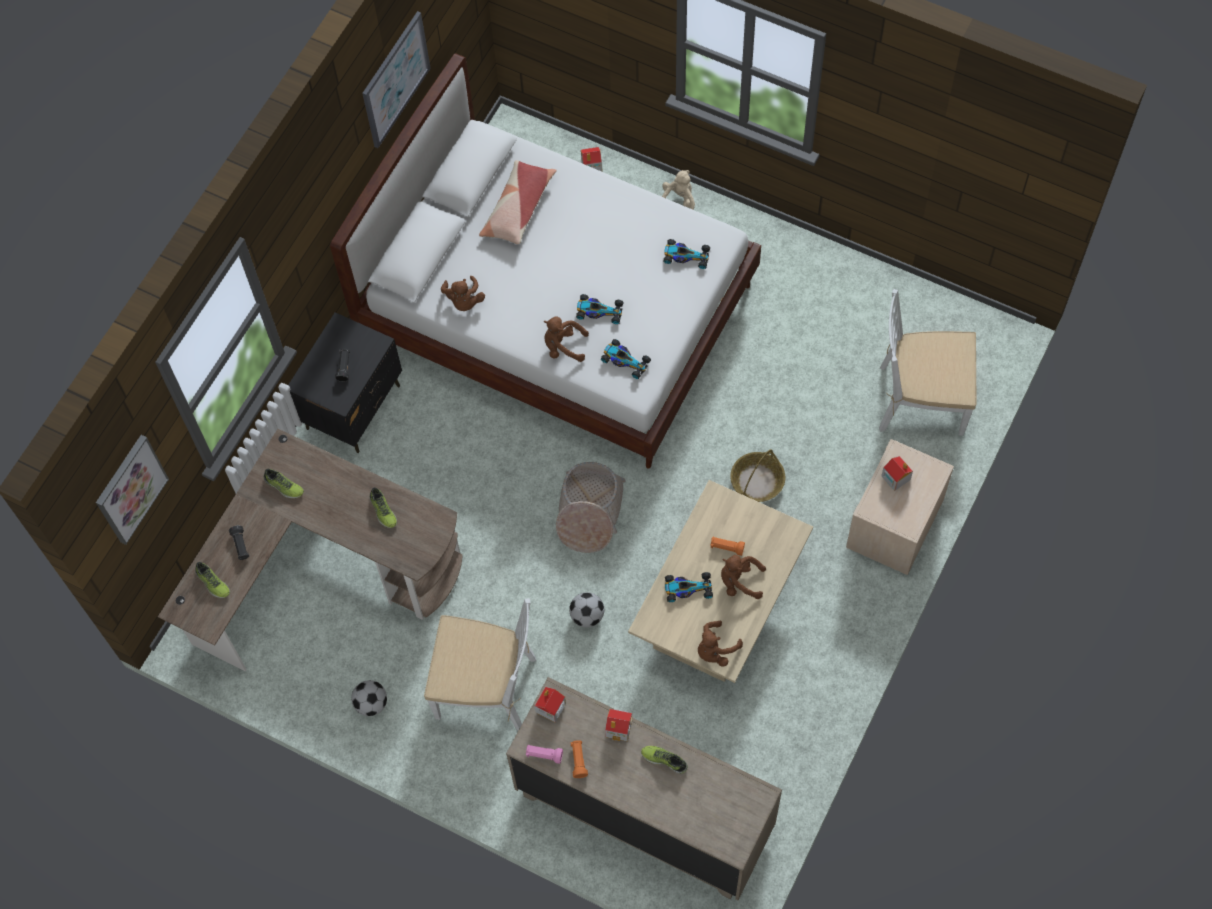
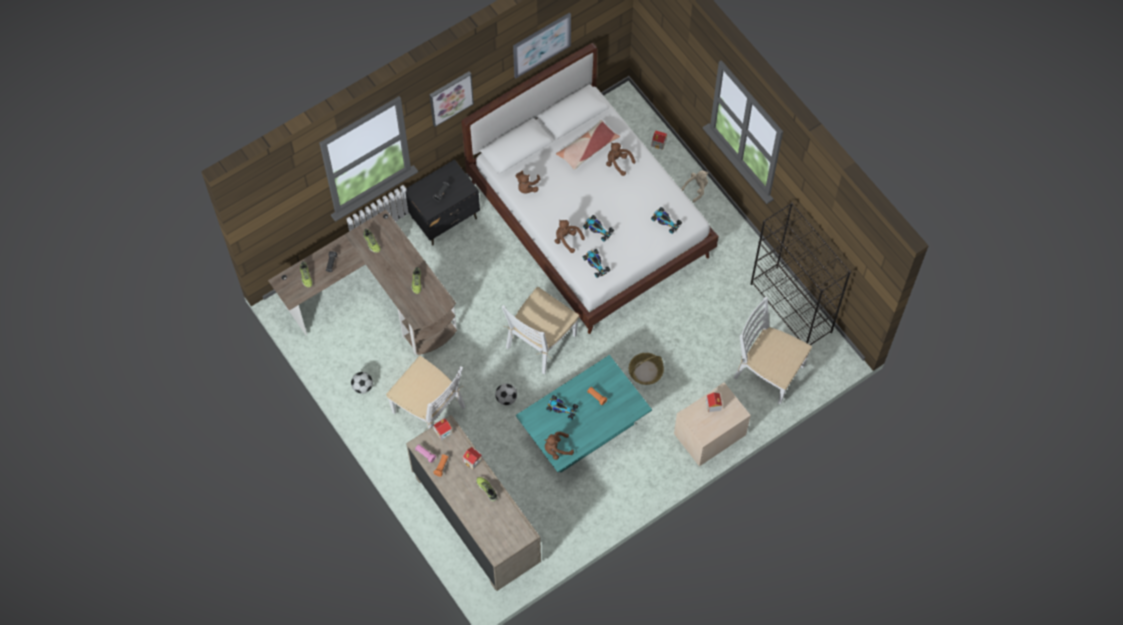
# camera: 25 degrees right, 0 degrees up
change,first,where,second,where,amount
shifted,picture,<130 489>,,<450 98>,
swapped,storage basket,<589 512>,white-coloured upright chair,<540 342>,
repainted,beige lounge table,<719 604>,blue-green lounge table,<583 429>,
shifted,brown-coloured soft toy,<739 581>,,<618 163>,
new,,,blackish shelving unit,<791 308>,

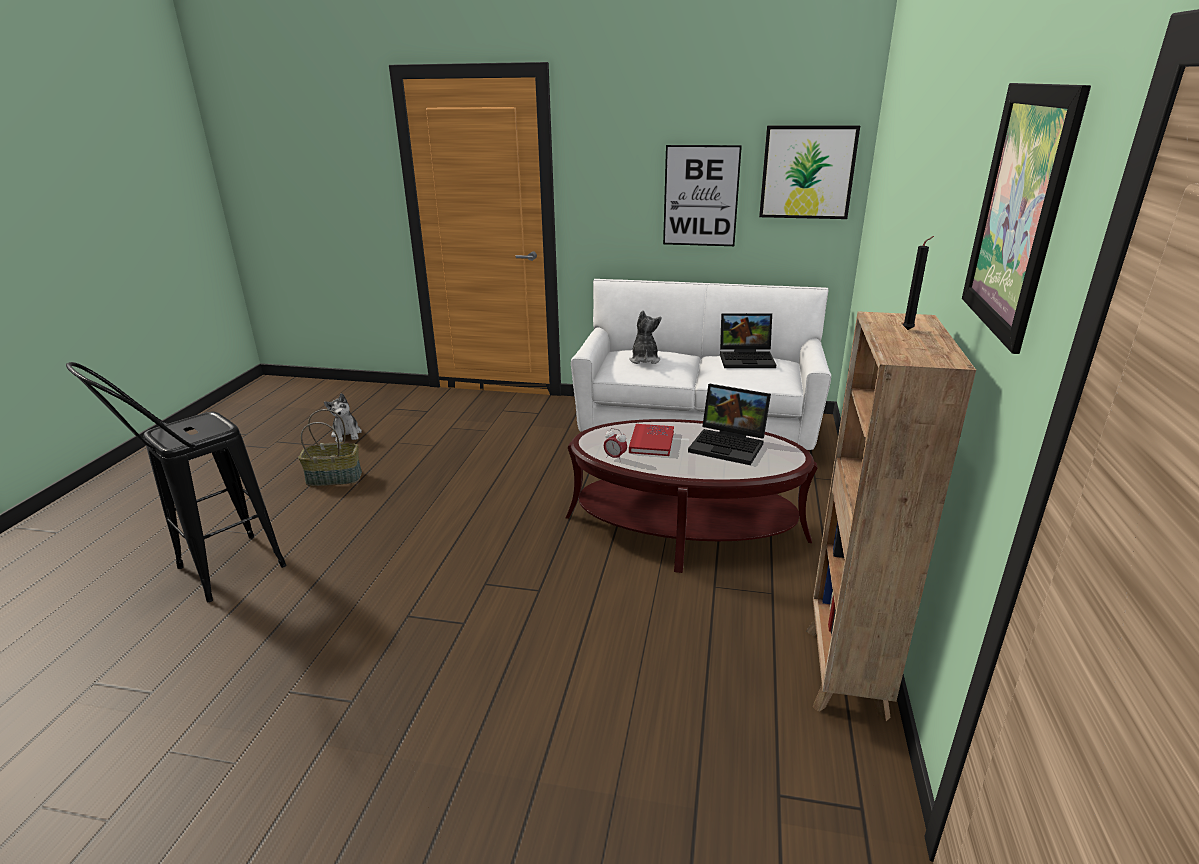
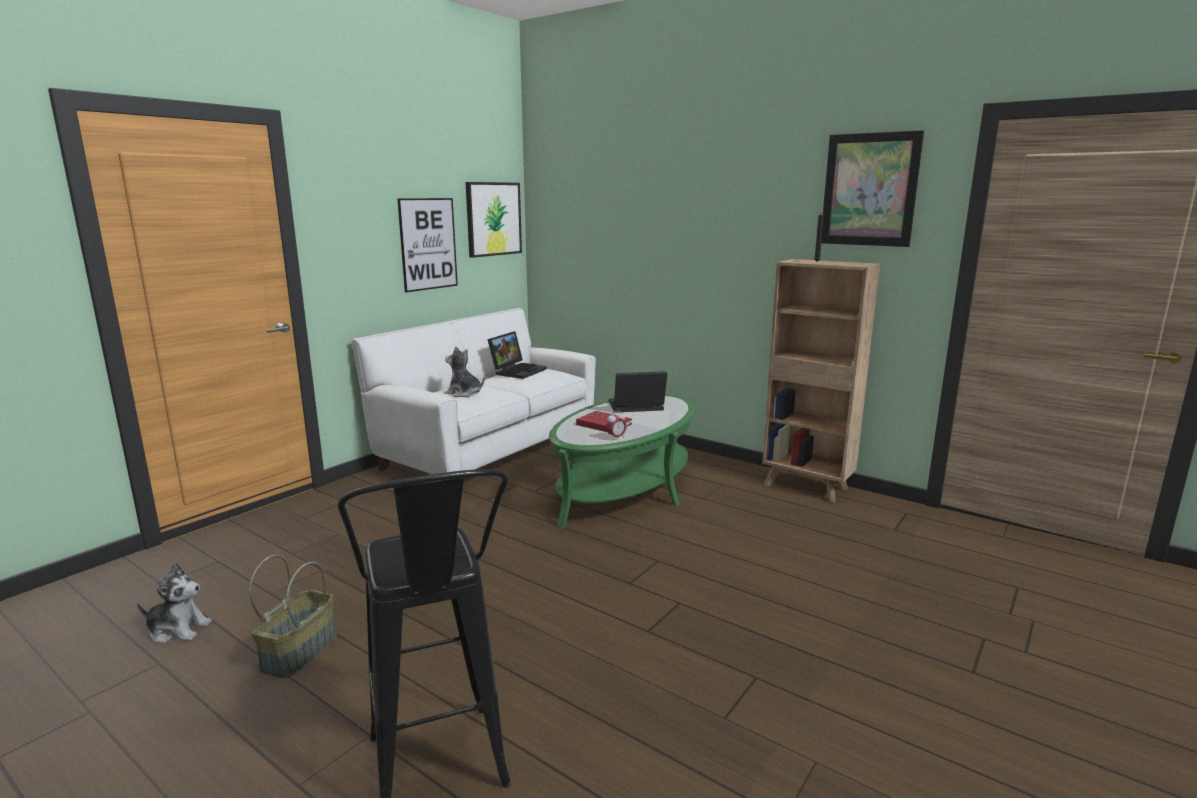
# camera: 65 degrees left, 10 degrees down
change,first,where,second,where,amount
repainted,brown-coloured lounge table,<685 528>,greenish lounge table,<624 489>,
rotated,notebook computer,<730 445>,,<635 407>,150 degrees counterclockwise

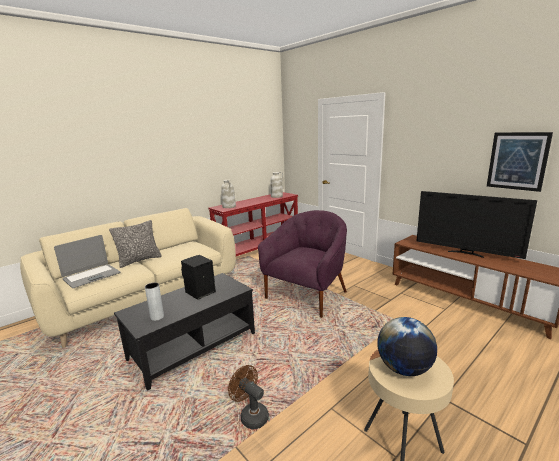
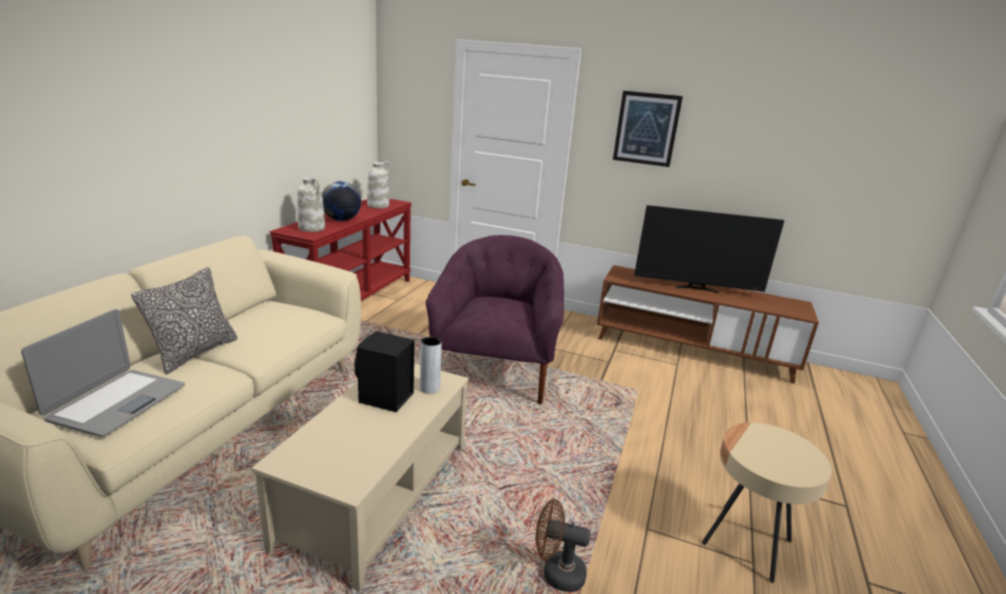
# camera: 30 degrees left, 5 degrees up
change,first,where,second,where,amount
repainted,blackish lounge table,<192 345>,beige lounge table,<375 493>,
shifted,desk globe,<404 369>,,<341 220>,
shifted,grey flower vase,<157 317>,,<429 388>,
shifted,picture,<517 161>,,<646 128>,

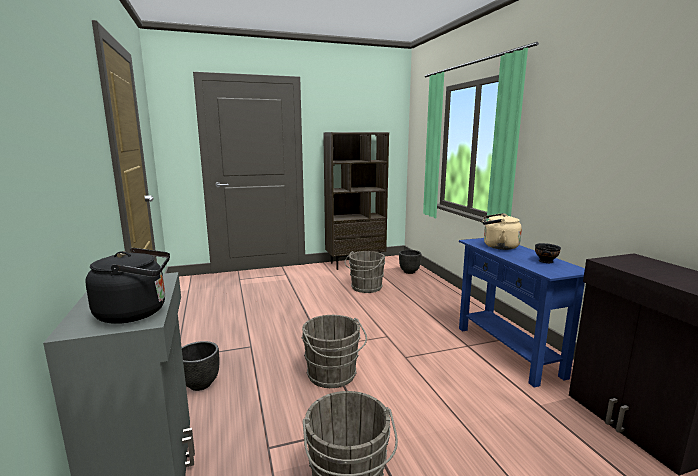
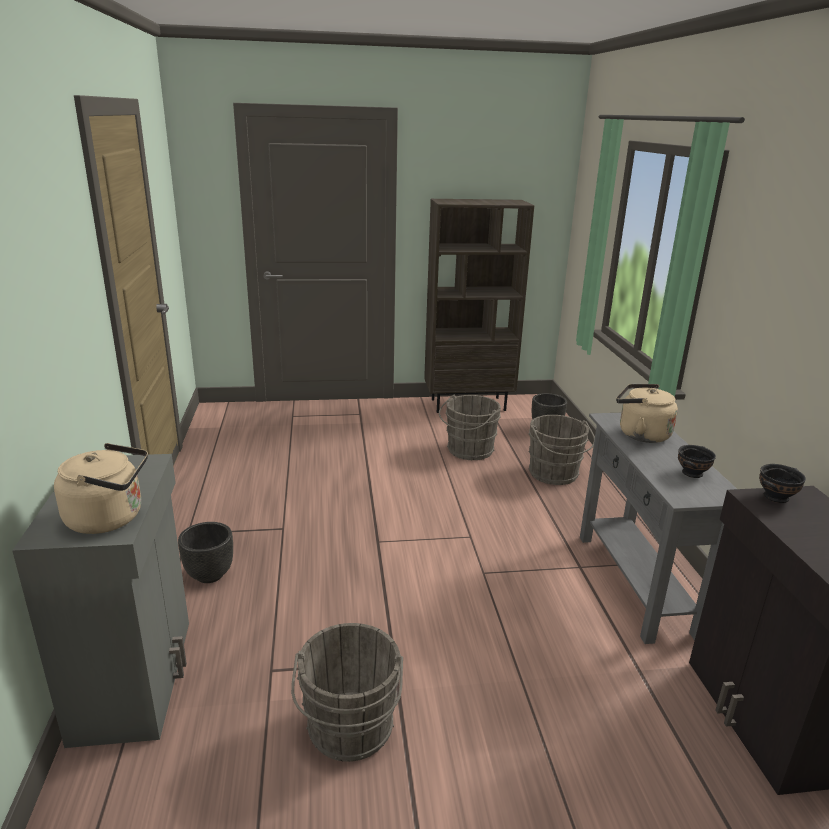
# camera: 10 degrees right, 10 degrees up
change,first,where,second,where,amount
repainted,blackish water kettle,<137 312>,beige water kettle,<110 518>,
shifted,grey pail,<333 376>,,<555 475>,
repainted,blue console table,<507 351>,grey console table,<635 583>,
new,,,blackish deep dish,<775 497>,

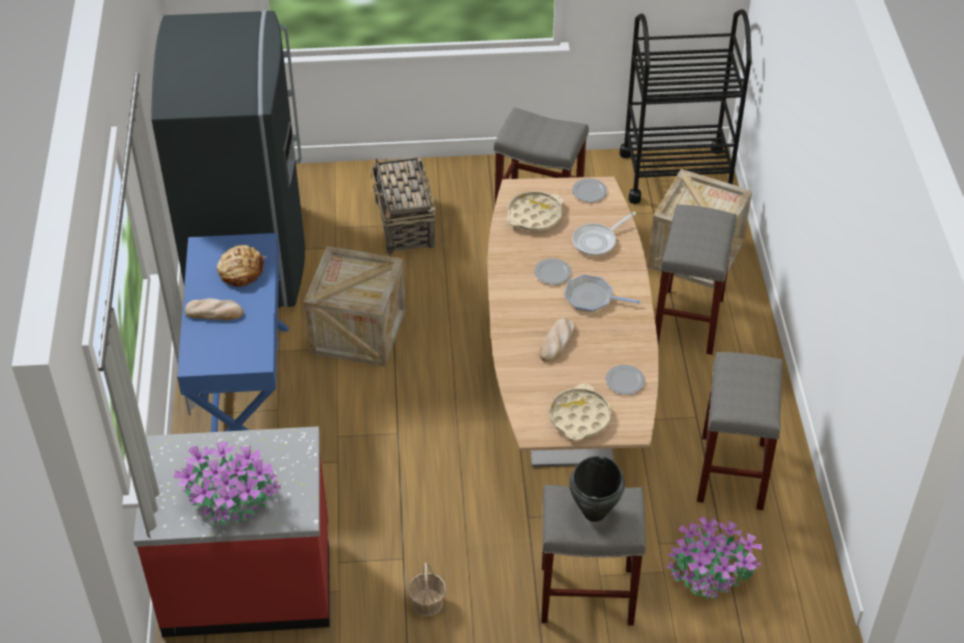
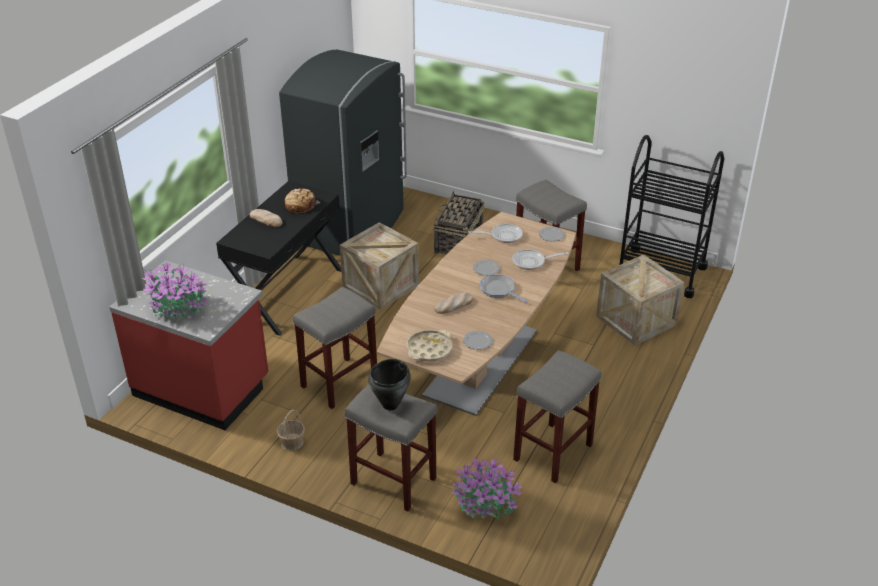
# camera: 30 degrees right, 10 degrees down
change,first,where,second,where,amount
repainted,blue console table,<243 393>,blackish console table,<287 293>,
shifted,grey stool seat,<687 320>,,<340 382>,
swapped,beige serving tray,<534 215>,pan,<503 236>,

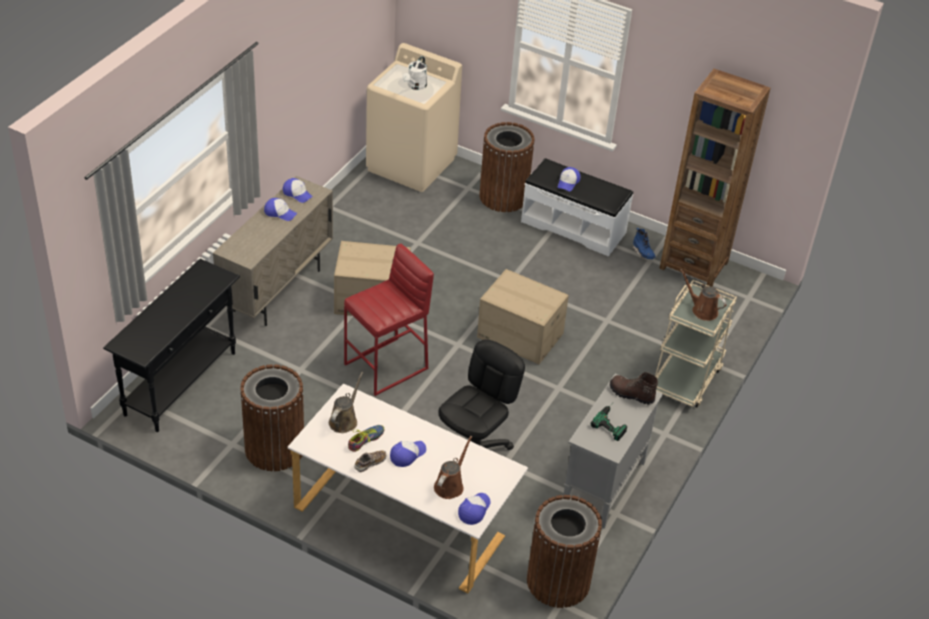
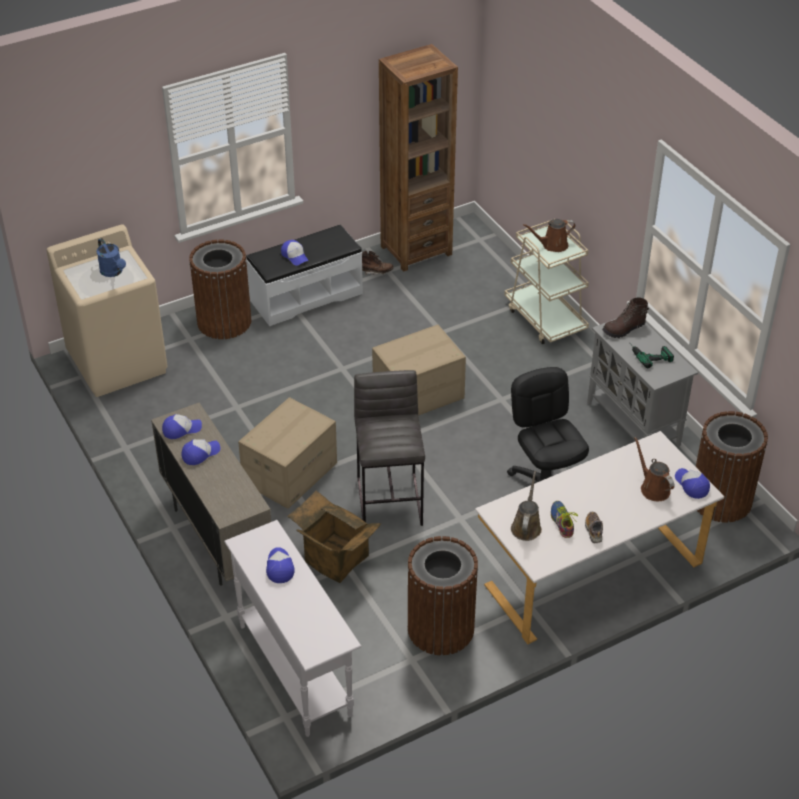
# camera: 55 degrees left, 0 degrees up
change,first,where,second,where,amount
repainted,white-coloured watering pot,<415 86>,blue watering pot,<113 272>,
repainted,blackish console table,<181 383>,white-coloured console table,<295 669>,
shifted,cap,<407 454>,,<279 567>,
new,,,packing box,<334 560>,
repainted,red-coloured stool seat,<387 366>,grey stool seat,<390 500>,
repainted,blue tall boot,<643 253>,brown-coloured tall boot,<376 271>,
rotated,brown-coloured watering pot,<344 420>,,<526 526>,45 degrees clockwise

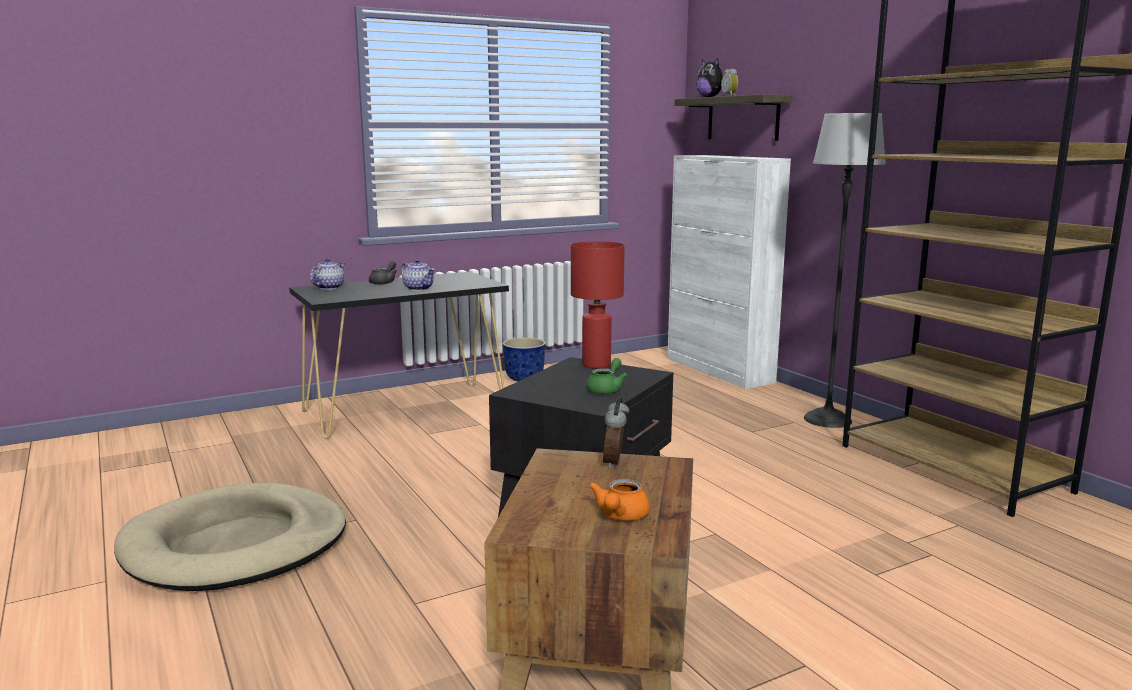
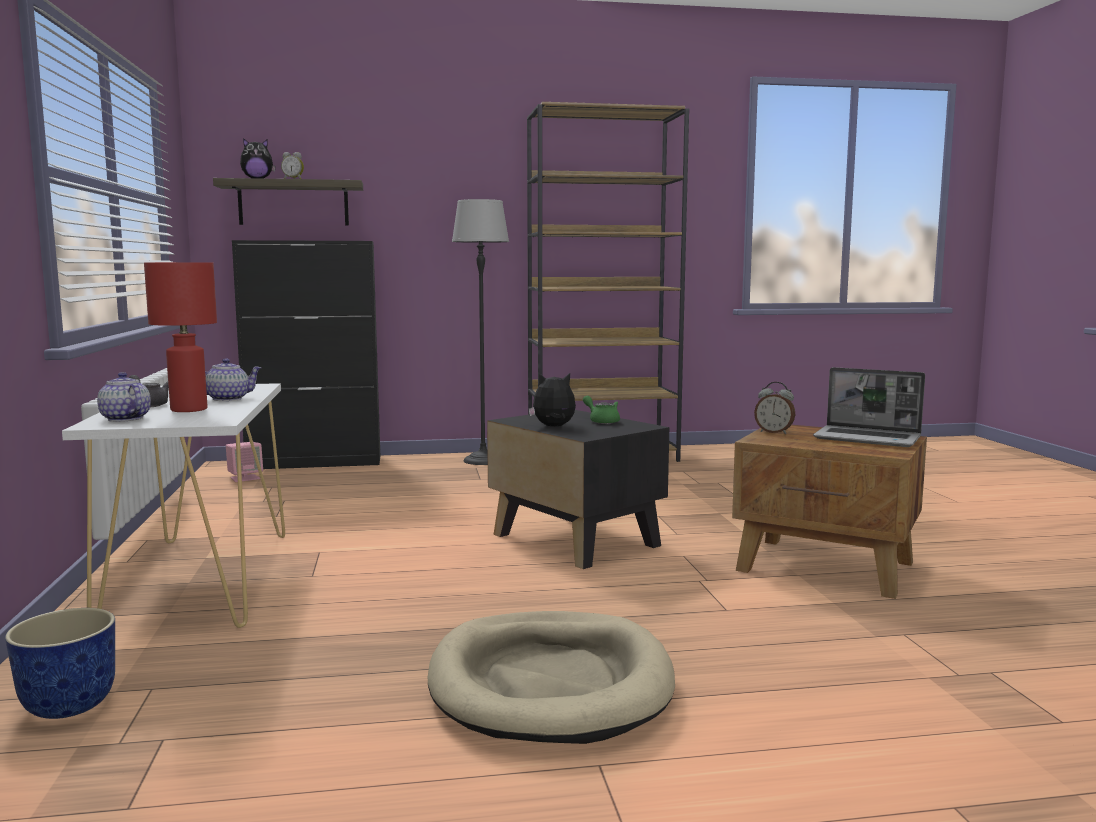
# camera: 70 degrees left, 5 degrees down
change,first,where,second,where,amount
shifted,plant pot,<524 379>,,<67 706>,
repainted,blackish console table,<406 409>,white-coloured console table,<201 579>,
shifted,red-coloured tabletop lamp,<595 365>,,<189 410>,
new,,,pink loudspeaker,<245 478>,
repainted,white-coloured cupboard,<719 370>,blackish cupboard,<315 462>,
new,,,soft toy,<553 427>,
swapped,orange teapot,<620 516>,notebook computer,<868 438>,

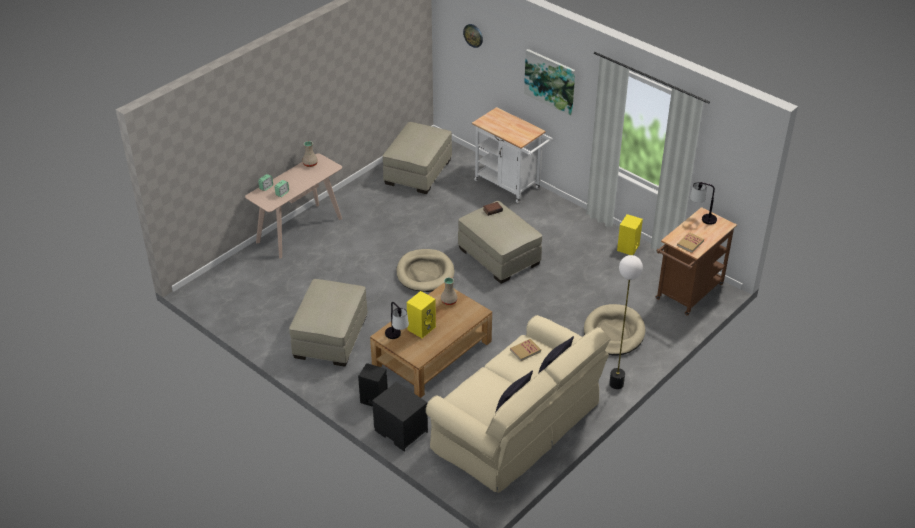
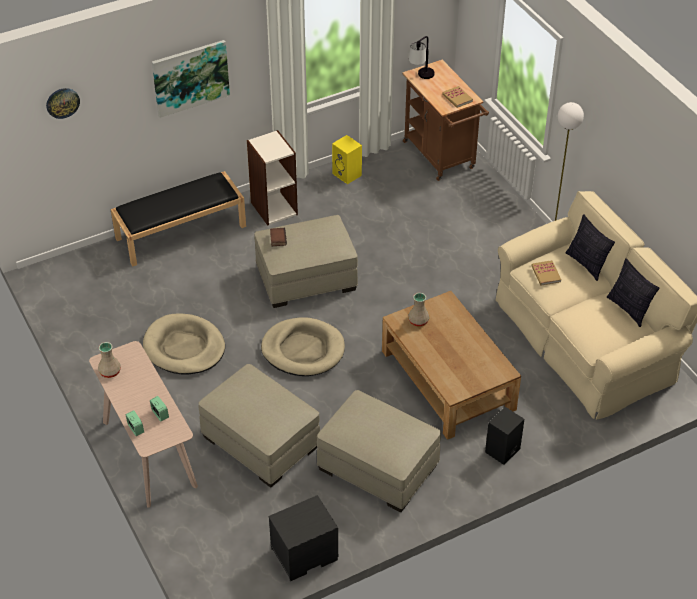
# camera: 70 degrees left, 5 degrees up
change,first,where,second,where,amount
swapped,white-coloured wheeled cart,<510 185>,blackish long seat,<181 232>,
shifted,beige dog cushion,<614 332>,,<184 347>,
shifted,beige footrest,<418 171>,,<260 441>,
new,,,shelving unit,<274 208>,
shifted,blackish night table,<400 431>,,<304 555>,
gone,tabletop lamp,<397 338>,,,
gone,yellowish loudspeaker,<421 328>,,,

